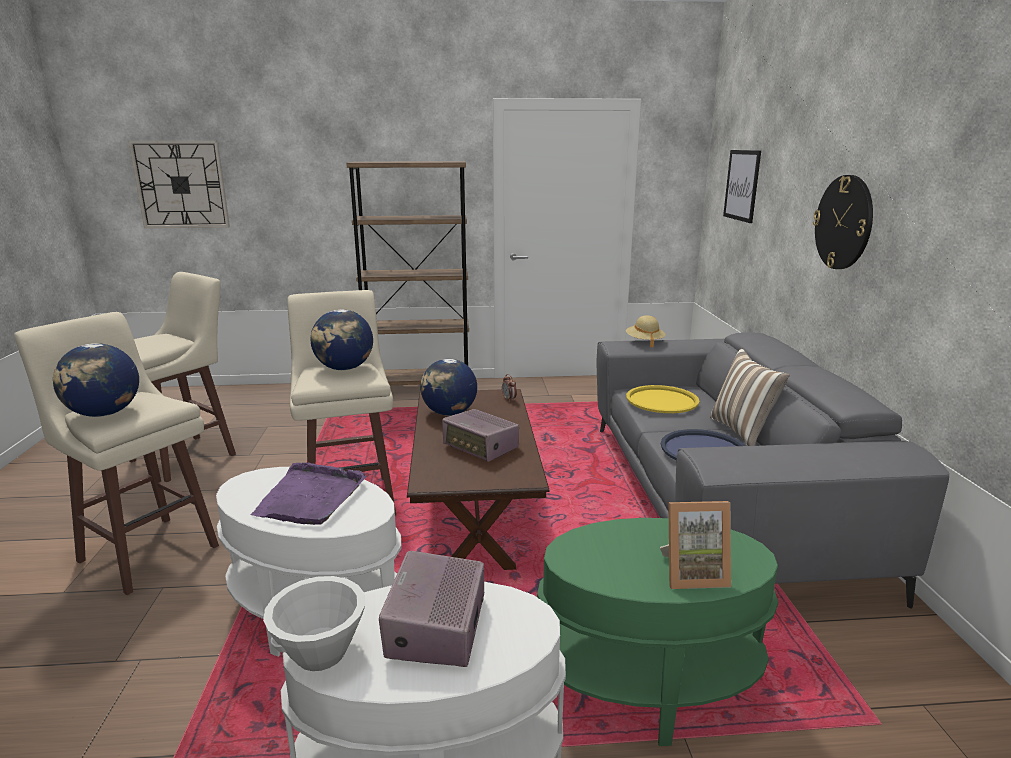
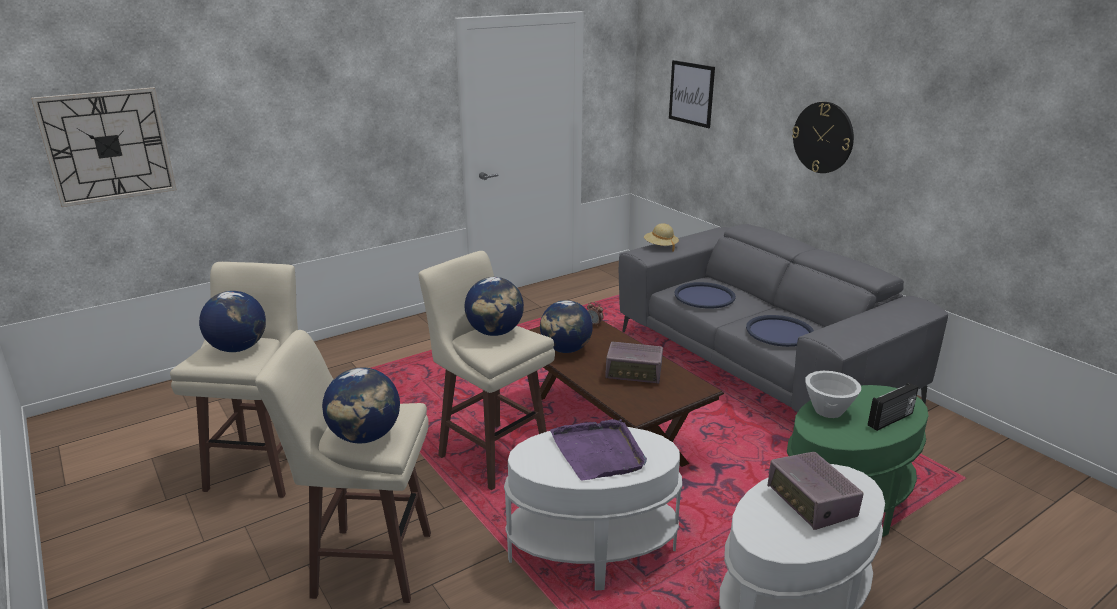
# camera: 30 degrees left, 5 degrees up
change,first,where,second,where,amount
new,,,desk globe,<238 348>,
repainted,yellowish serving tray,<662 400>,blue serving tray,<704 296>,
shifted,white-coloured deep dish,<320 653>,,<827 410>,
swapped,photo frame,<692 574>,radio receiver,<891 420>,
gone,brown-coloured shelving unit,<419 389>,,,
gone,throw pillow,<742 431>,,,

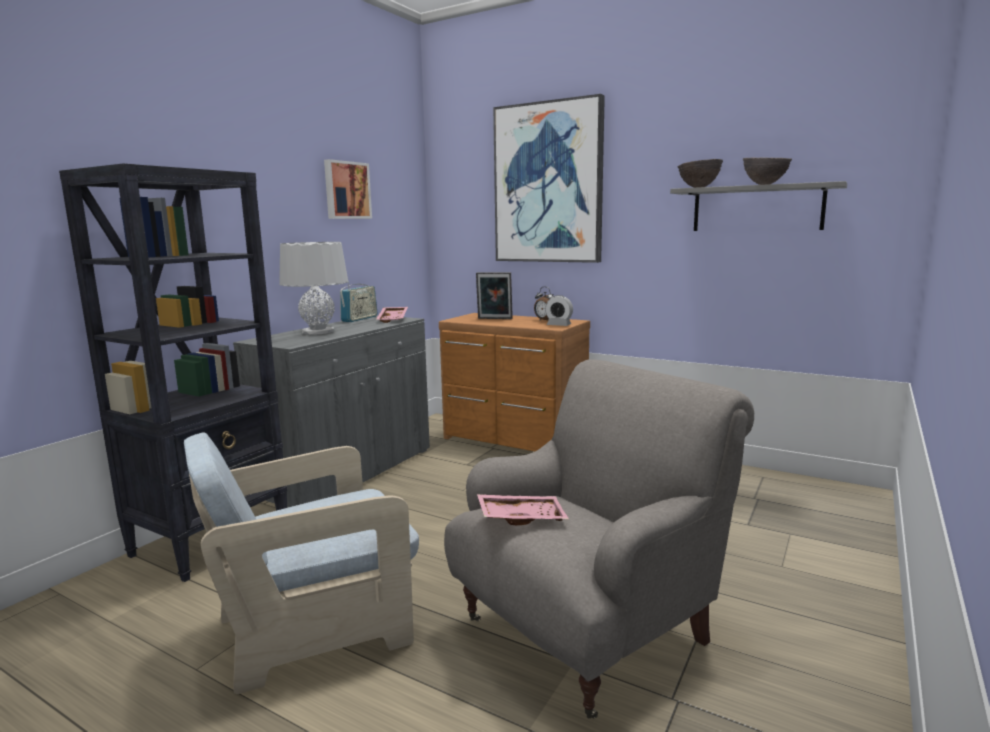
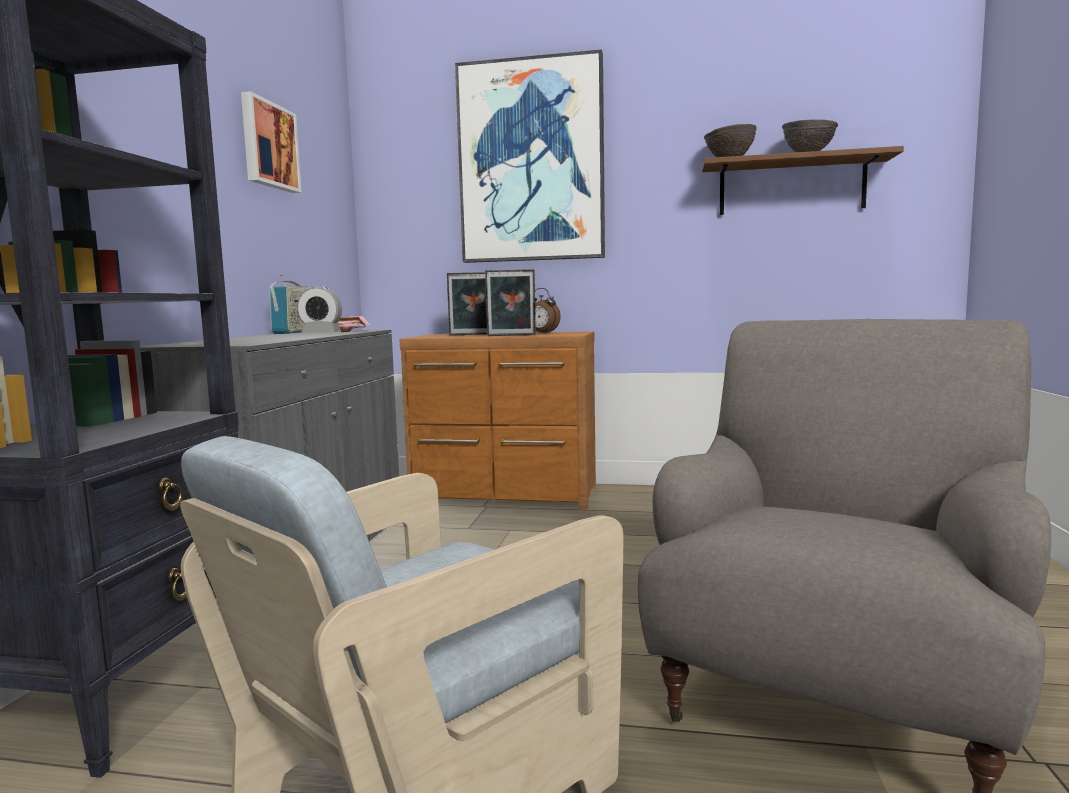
# camera: 20 degrees left, 5 degrees down
change,first,where,second,where,amount
shifted,alarm clock,<559 325>,,<321 333>,
new,,,photo frame,<511 335>,
repainted,grey shelf,<757 208>,brown-coloured shelf,<791 186>,
gone,grey tabletop lamp,<318 331>,,,
gone,pink serving tray,<521 517>,,,

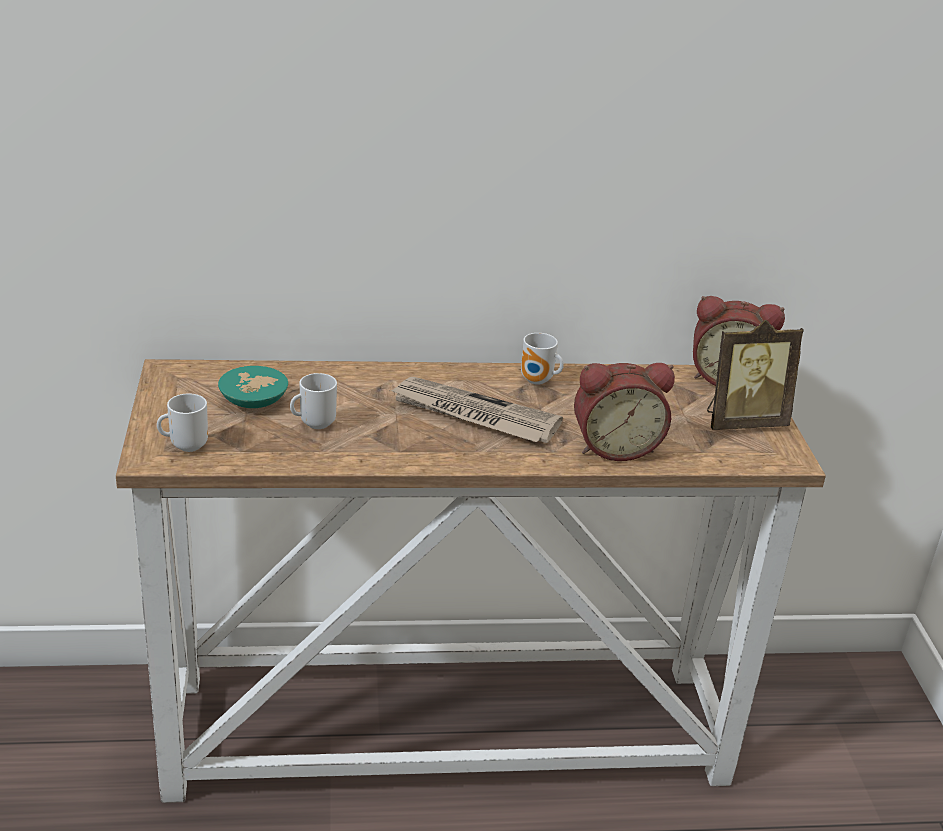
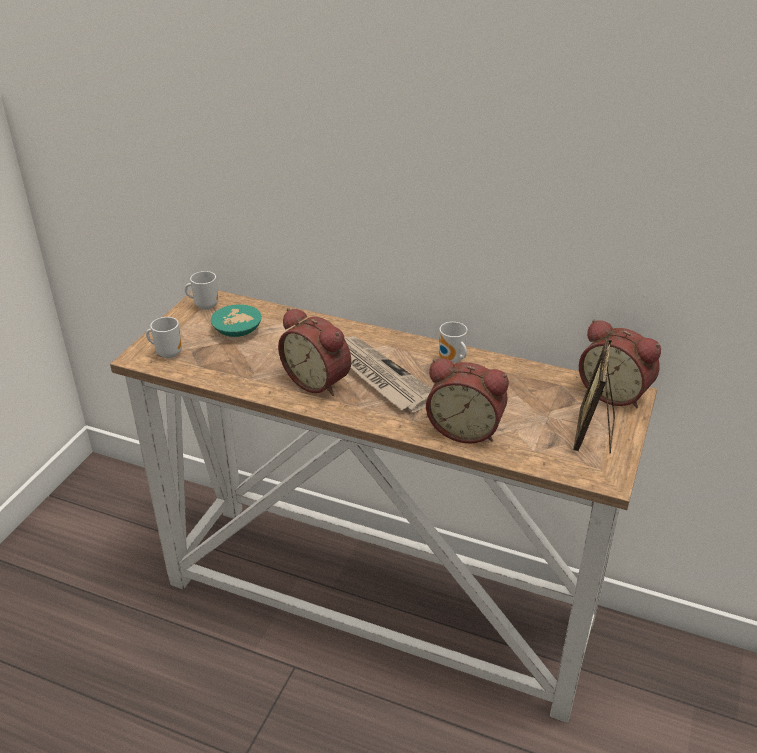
# camera: 30 degrees right, 5 degrees up
change,first,where,second,where,amount
shifted,tea mug,<314 423>,,<205 305>,
new,,,alarm clock,<319 380>,
rotated,photo frame,<742 421>,,<594 434>,90 degrees clockwise

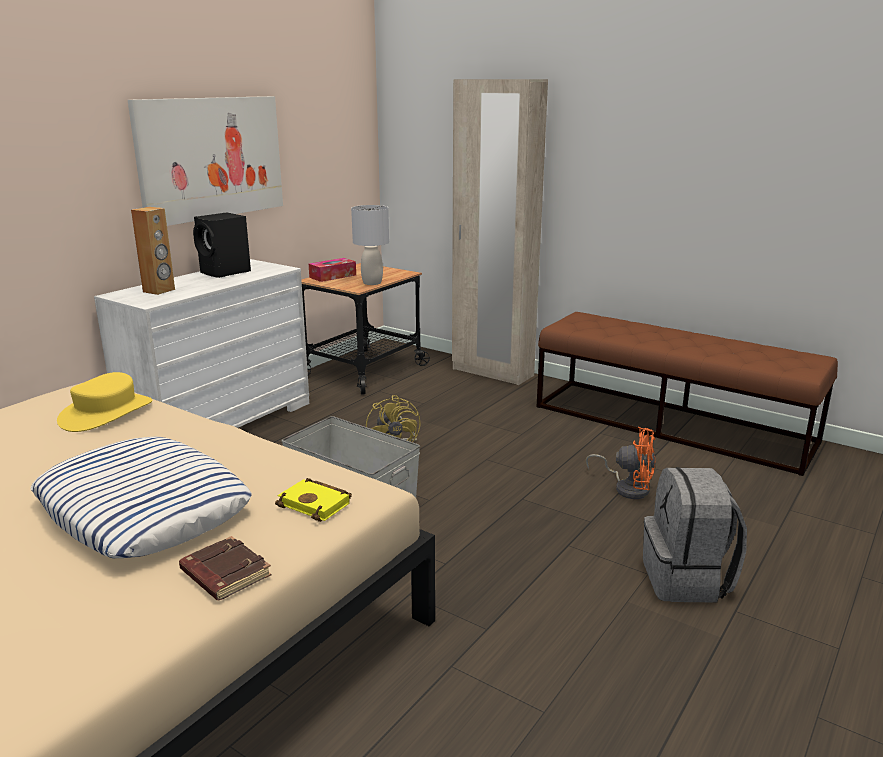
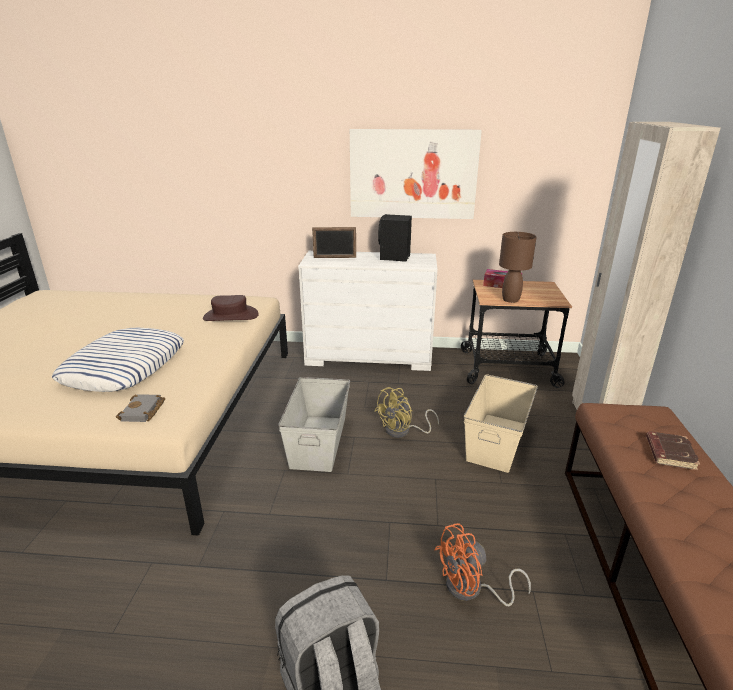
# camera: 60 degrees right, 5 degrees up
change,first,where,second,where,amount
repainted,yellowish bound book,<317 504>,grey bound book,<143 412>,
repainted,yellowish wearable hat,<106 413>,brown-coloured wearable hat,<230 316>,
swapped,brown-coloured loudspeaker,<159 291>,photo frame,<335 257>,
rotated,orange fan,<627 488>,,<471 589>,75 degrees clockwise
new,,,beige storage bin,<497 441>,
repainted,grey tabletop lamp,<371 283>,brown-coloured tabletop lamp,<510 299>,
shifted,brown-coloured bound book,<224 574>,,<669 453>,

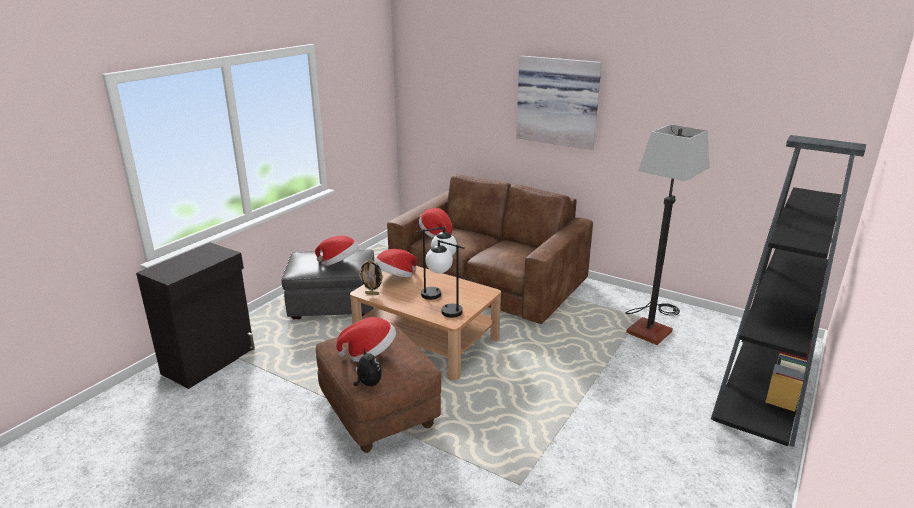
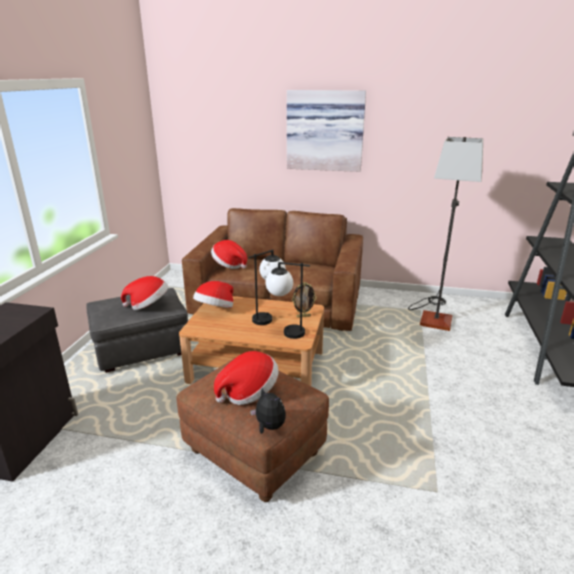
# camera: 20 degrees left, 0 degrees up
change,first,where,second,where,amount
shifted,photo frame,<372 293>,,<303 316>,

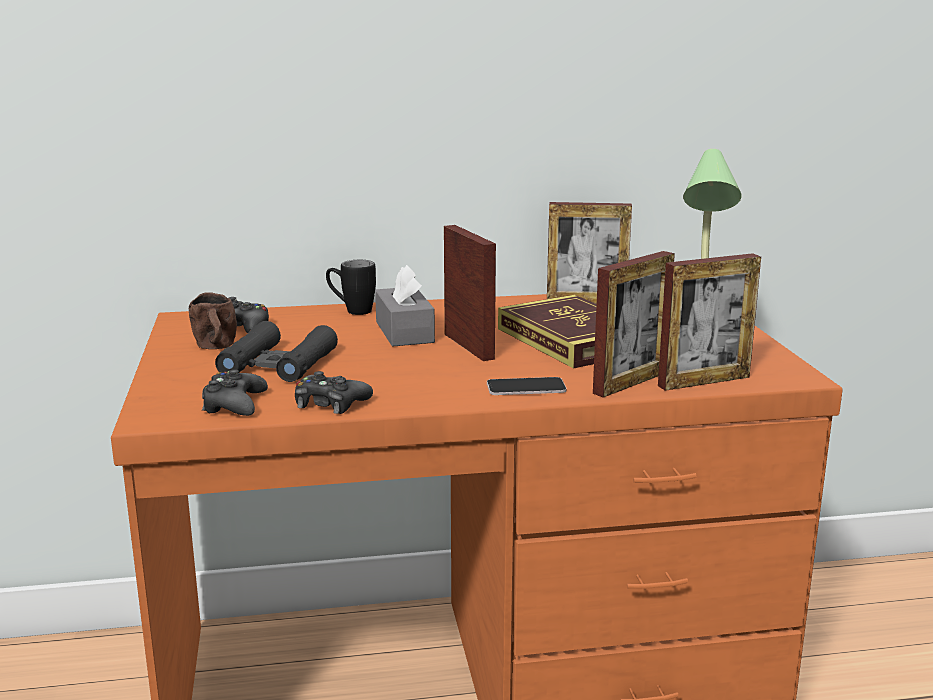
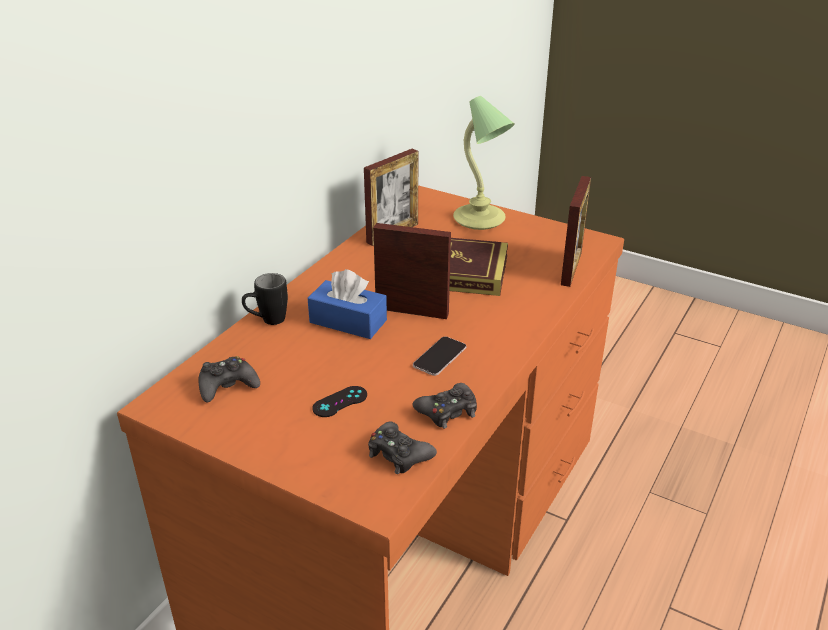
# camera: 50 degrees left, 15 degrees up
change,first,where,second,where,amount
repainted,grey tissue holder,<404 332>,blue tissue holder,<348 321>,
swapped,blackish pair of binoculars,<278 364>,blackish joypad,<340 402>,
shifted,phone,<526 388>,,<439 357>,
gone,brown-coloured tea mug,<216 348>,,,
gone,photo frame,<630 383>,,,

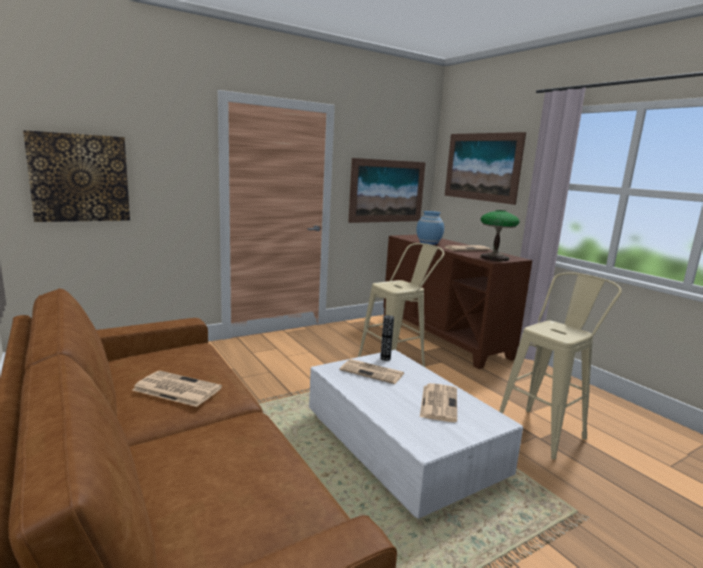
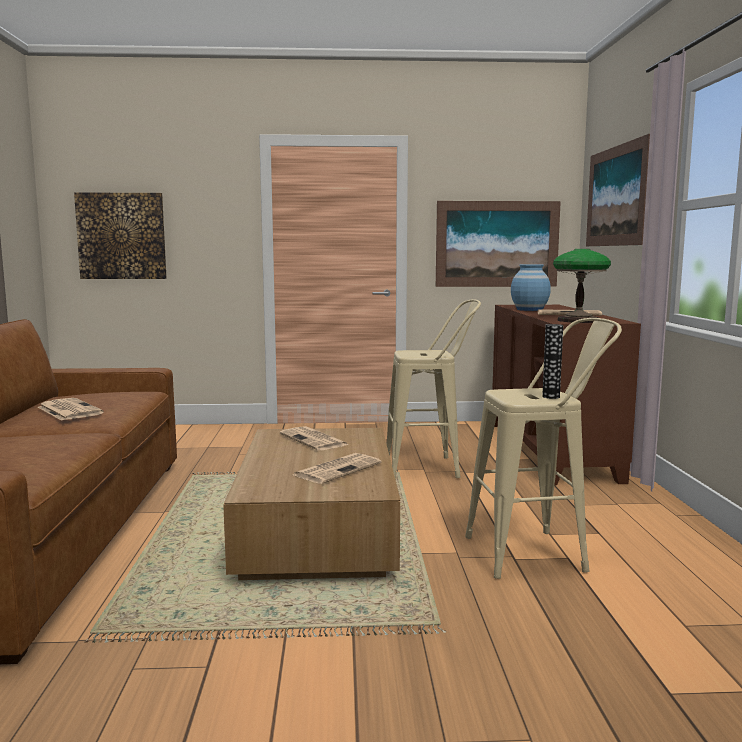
# camera: 30 degrees right, 5 degrees down
change,first,where,second,where,amount
repainted,white-coloured lounge table,<400 446>,brown-coloured lounge table,<317 530>,
shifted,flower vase,<385 358>,,<551 397>,

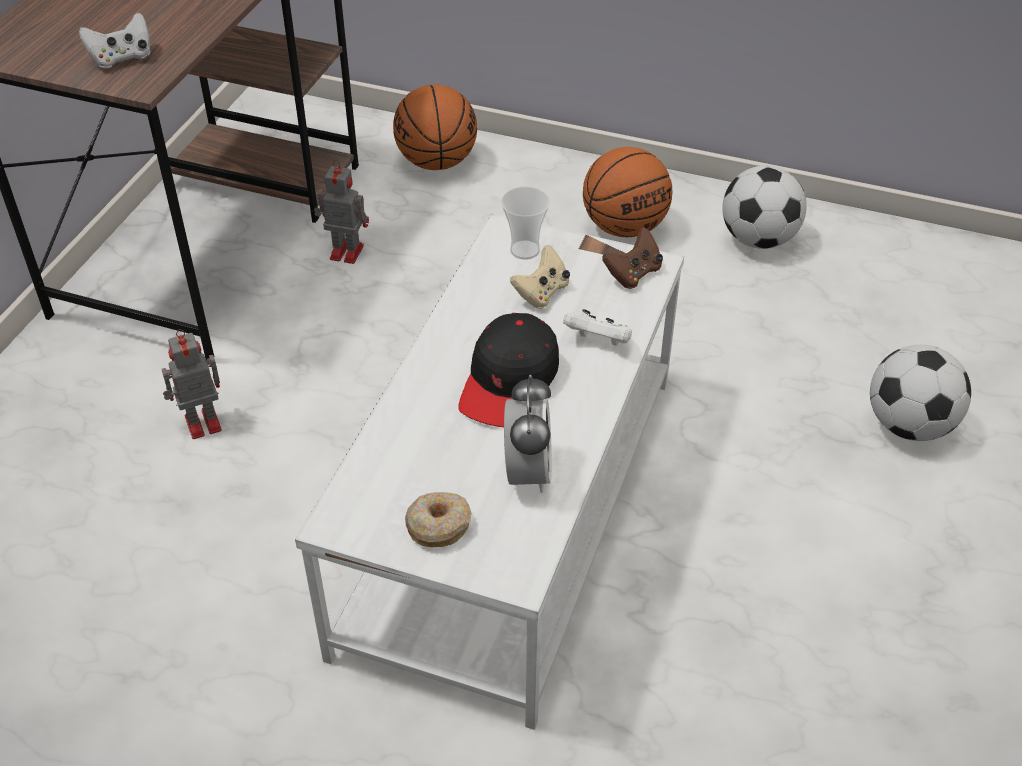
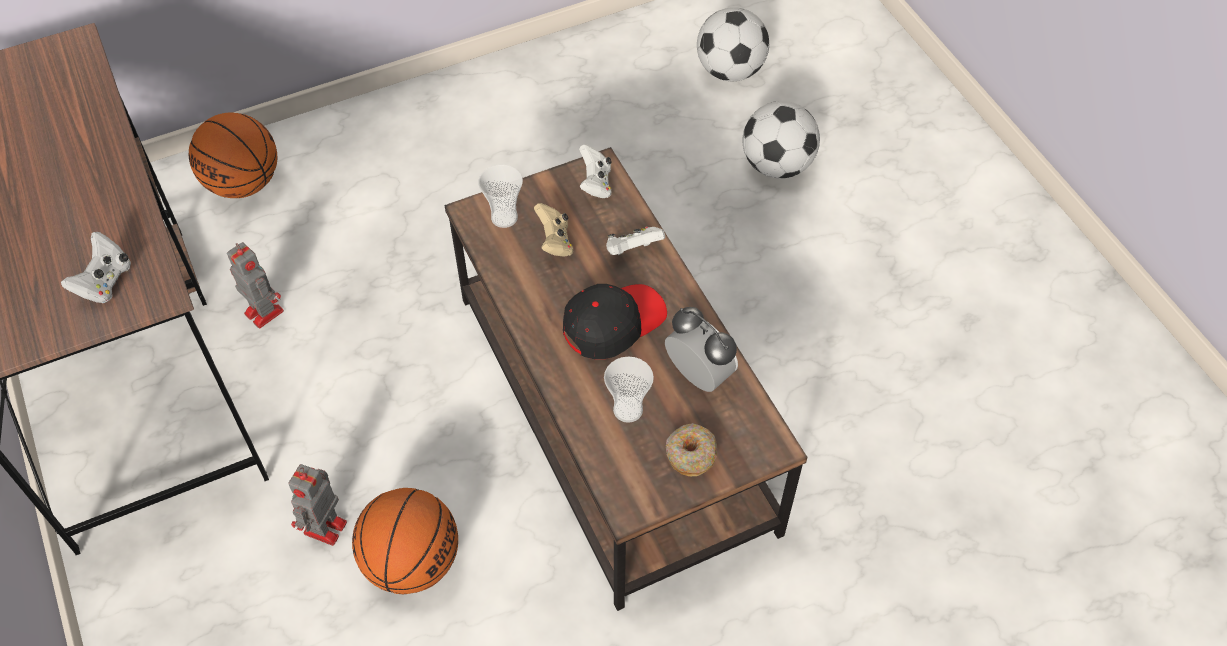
# camera: 45 degrees left, 10 degrees up
change,first,where,second,where,amount
rotated,toy robot,<345 252>,,<262 311>,75 degrees clockwise
shifted,basketball ball,<624 227>,,<412 562>,
repainted,white-coloured lounge table,<510 507>,brown-coloured lounge table,<611 410>,
rotated,blackish cap,<509 382>,,<613 323>,105 degrees counterclockwise
repainted,brown-coloured joypad,<633 274>,white-coloured joypad,<595 184>,
new,,,cup,<628 410>,
shifted,ball for football,<758 239>,,<730 71>,

